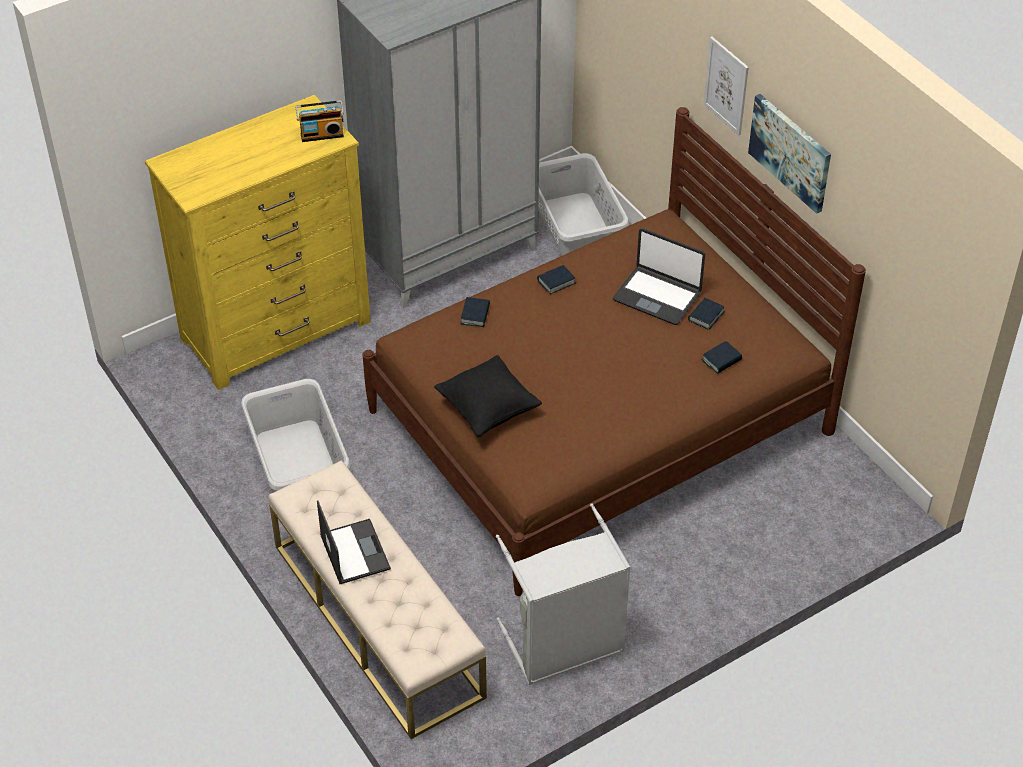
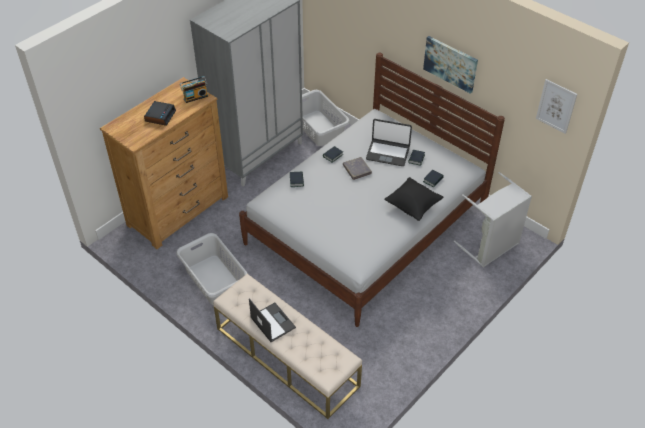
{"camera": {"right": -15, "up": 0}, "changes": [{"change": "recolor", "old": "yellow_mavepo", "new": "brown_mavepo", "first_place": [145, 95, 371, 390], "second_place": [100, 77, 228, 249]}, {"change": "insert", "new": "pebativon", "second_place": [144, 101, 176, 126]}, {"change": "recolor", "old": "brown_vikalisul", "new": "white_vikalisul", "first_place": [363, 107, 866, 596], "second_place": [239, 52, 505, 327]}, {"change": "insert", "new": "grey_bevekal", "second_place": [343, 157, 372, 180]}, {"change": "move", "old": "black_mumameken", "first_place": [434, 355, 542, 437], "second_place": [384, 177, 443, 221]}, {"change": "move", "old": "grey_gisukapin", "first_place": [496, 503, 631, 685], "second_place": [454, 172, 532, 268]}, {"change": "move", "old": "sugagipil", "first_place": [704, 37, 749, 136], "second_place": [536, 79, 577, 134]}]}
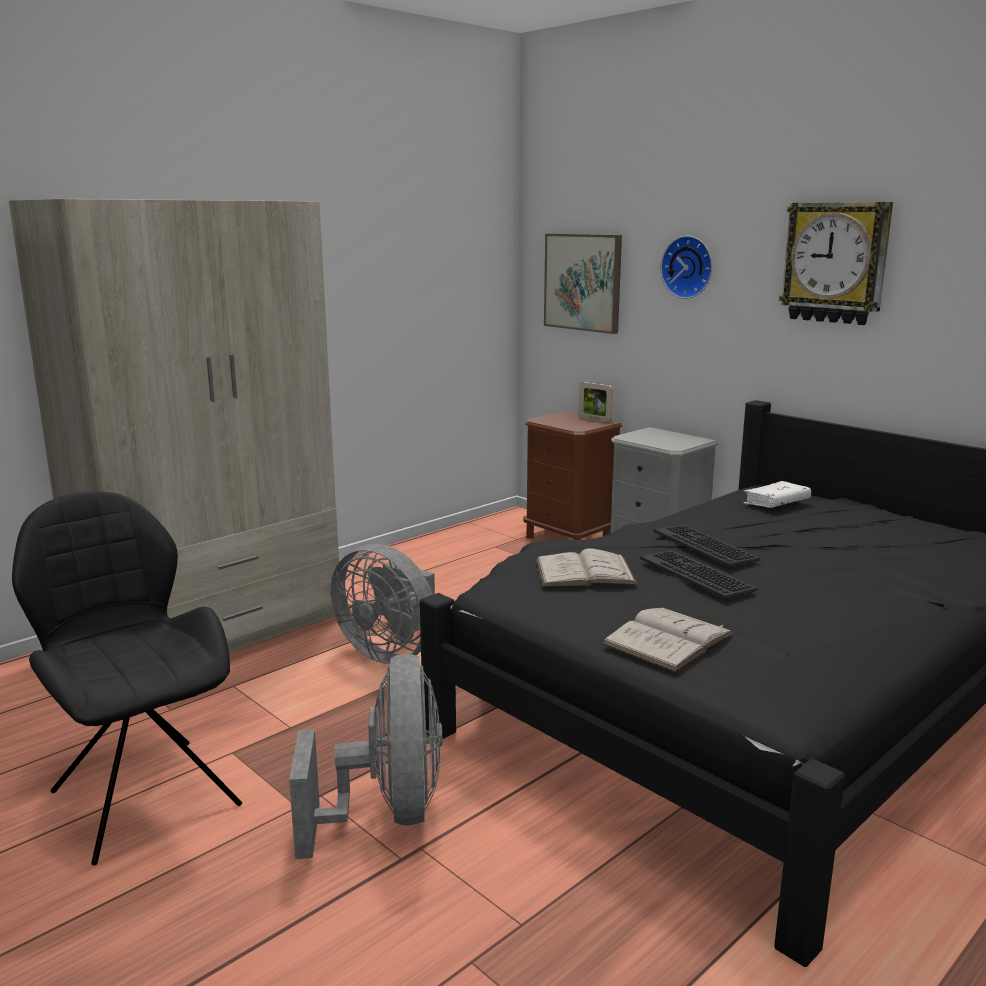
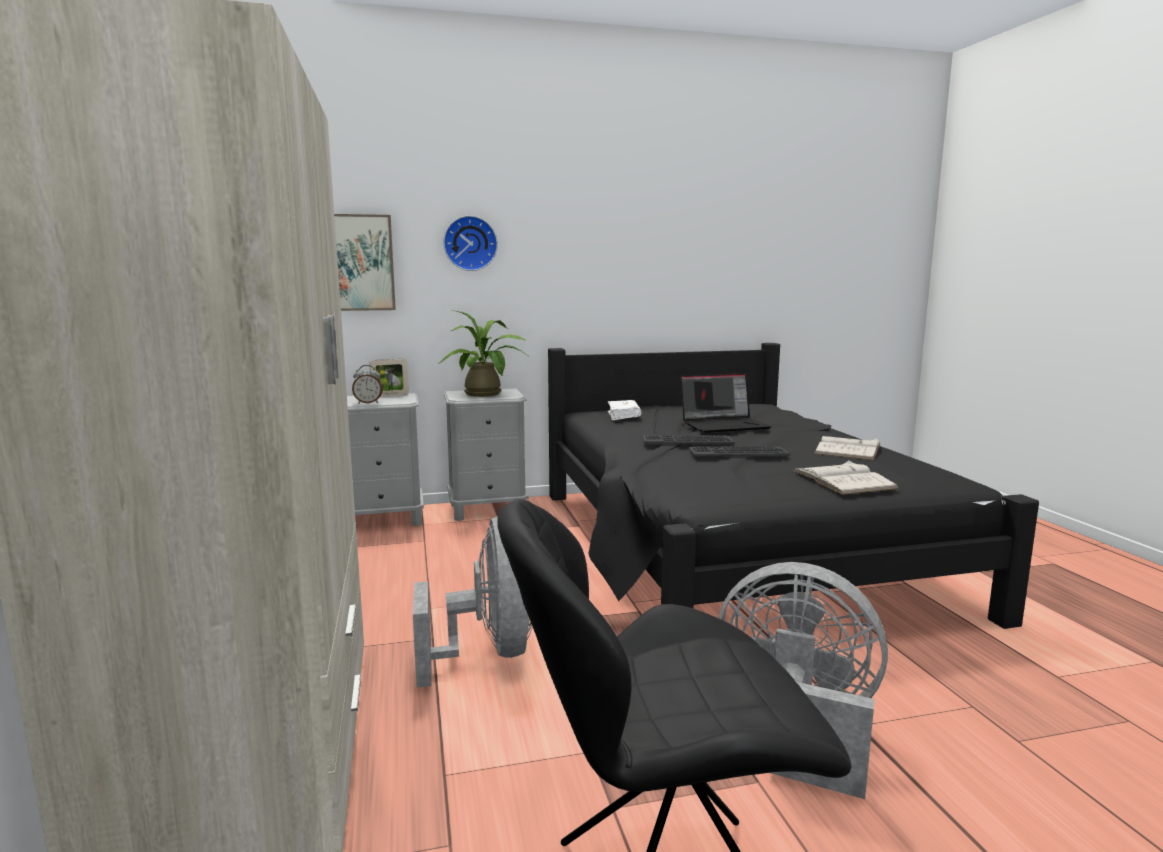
{"camera": {"right": -60, "up": -5}, "changes": [{"change": "recolor", "old": "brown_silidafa", "new": "grey_silidafa", "first_place": [523, 411, 622, 540], "second_place": [347, 393, 424, 526]}, {"change": "insert", "new": "pebativon", "second_place": [352, 365, 383, 403]}, {"change": "rotate", "old": "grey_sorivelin", "first_place": [330, 544, 435, 664], "second_place": [413, 516, 533, 688], "degrees": -75}, {"change": "insert", "new": "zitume", "second_place": [438, 310, 528, 397]}, {"change": "insert", "new": "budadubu", "second_place": [680, 373, 772, 433]}, {"change": "move", "old": "white_bevekal", "first_place": [536, 548, 638, 587], "second_place": [814, 436, 881, 460]}, {"change": "delete", "old": "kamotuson", "first_place": [779, 202, 893, 325]}]}
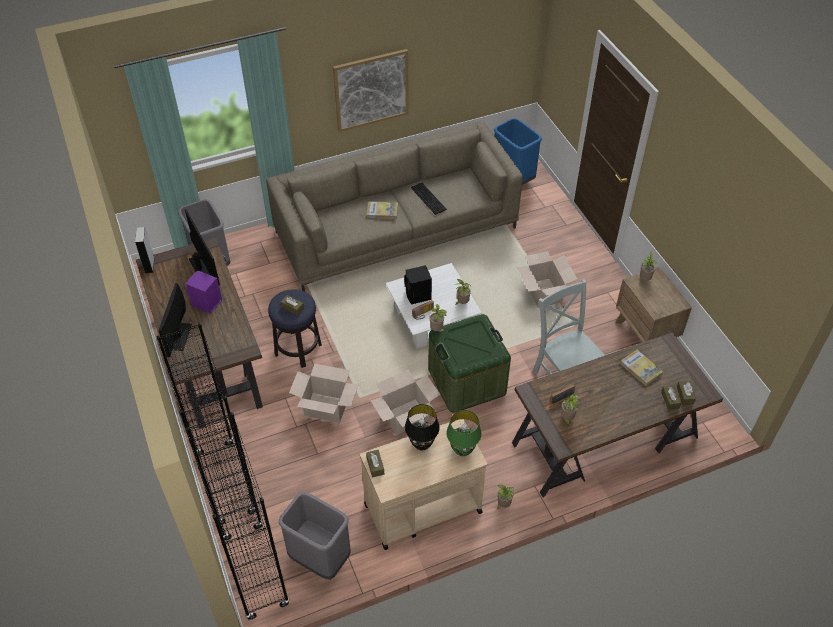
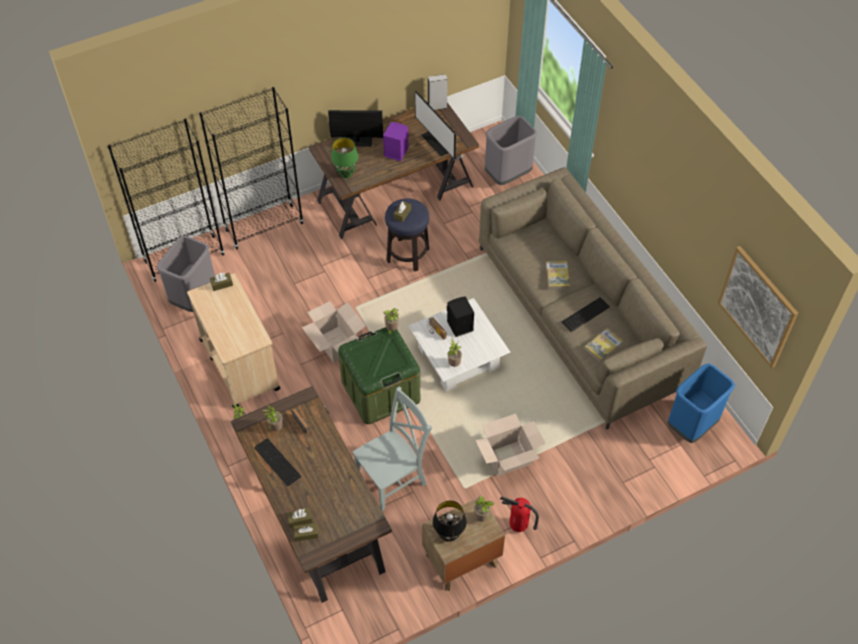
{"camera": {"right": 85, "up": 5}, "changes": [{"change": "insert", "new": "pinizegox", "second_place": [254, 438, 301, 486]}, {"change": "move", "old": "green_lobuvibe", "first_place": [446, 410, 482, 456], "second_place": [331, 138, 359, 178]}, {"change": "rotate", "old": "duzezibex", "first_place": [185, 209, 220, 285], "second_place": [415, 91, 456, 159], "degrees": 90}, {"change": "move", "old": "black_lobuvibe", "first_place": [405, 404, 440, 451], "second_place": [433, 501, 467, 542]}, {"change": "insert", "new": "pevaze", "second_place": [500, 496, 539, 532]}, {"change": "move", "old": "bevekal", "first_place": [620, 350, 663, 386], "second_place": [584, 328, 623, 362]}, {"change": "move", "old": "sugagipil", "first_place": [333, 49, 409, 132], "second_place": [718, 246, 798, 368]}, {"change": "delete", "old": "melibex", "first_place": [289, 363, 359, 423]}]}
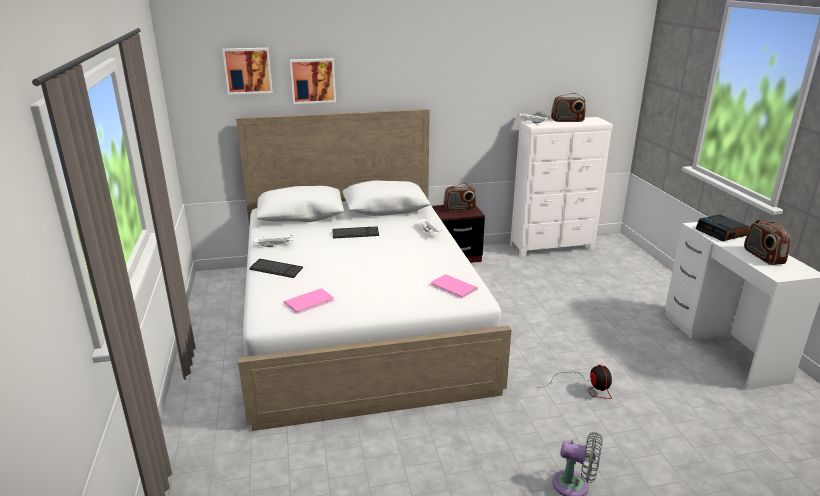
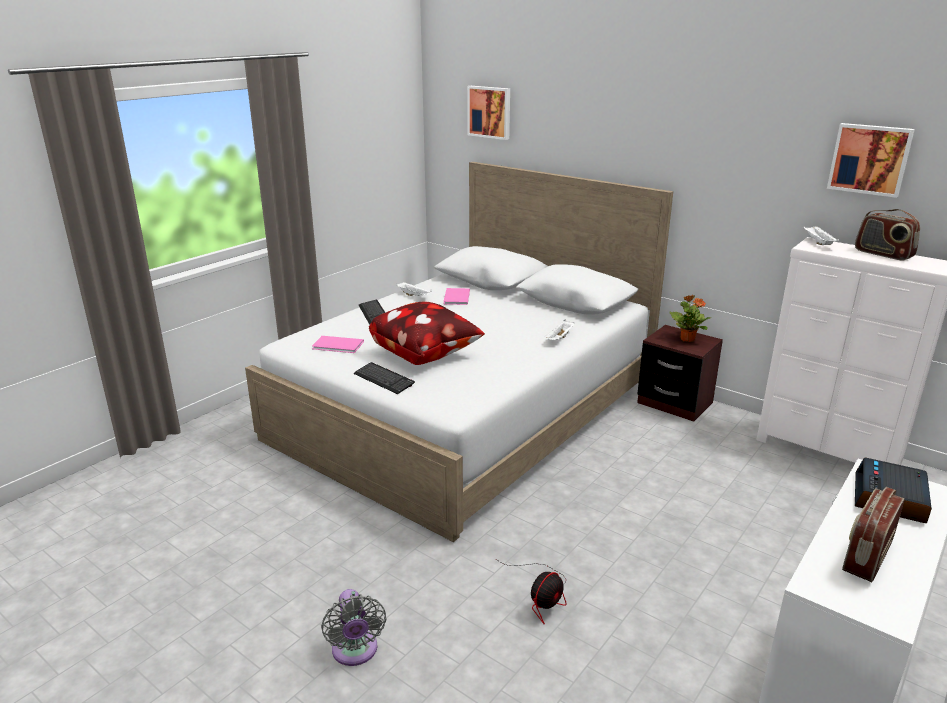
{"camera": {"right": 50, "up": 0}, "changes": [{"change": "move", "old": "pinizegox", "first_place": [332, 226, 379, 239], "second_place": [354, 362, 415, 394]}, {"change": "insert", "new": "mumameken", "second_place": [369, 302, 485, 365]}, {"change": "move", "old": "pink_bevekal", "first_place": [430, 274, 478, 299], "second_place": [443, 288, 470, 305]}, {"change": "replace", "old": "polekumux", "new": "zitume", "first_place": [444, 183, 476, 211], "second_place": [669, 295, 711, 342]}, {"change": "move", "old": "sugagipil", "first_place": [290, 58, 336, 104], "second_place": [827, 123, 915, 198]}]}
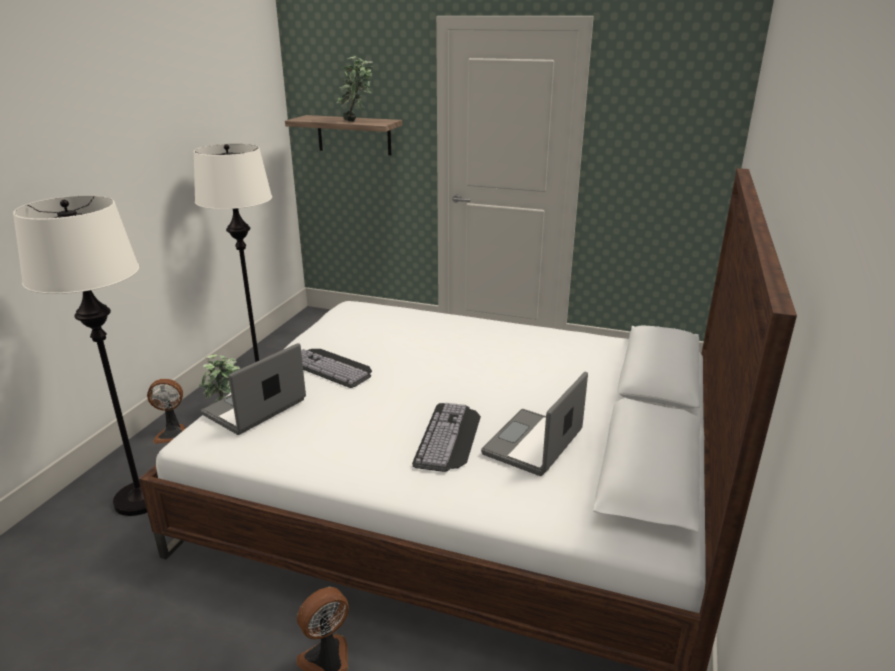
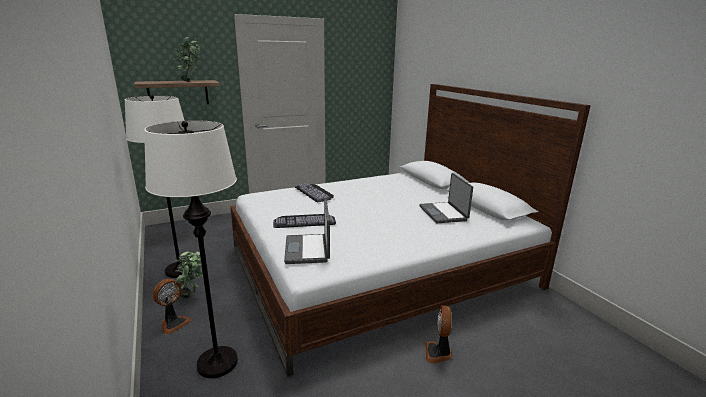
{"camera": {"right": -45, "up": -5}, "changes": [{"change": "move", "old": "pinizegox", "first_place": [412, 403, 481, 472], "second_place": [295, 183, 334, 202]}]}
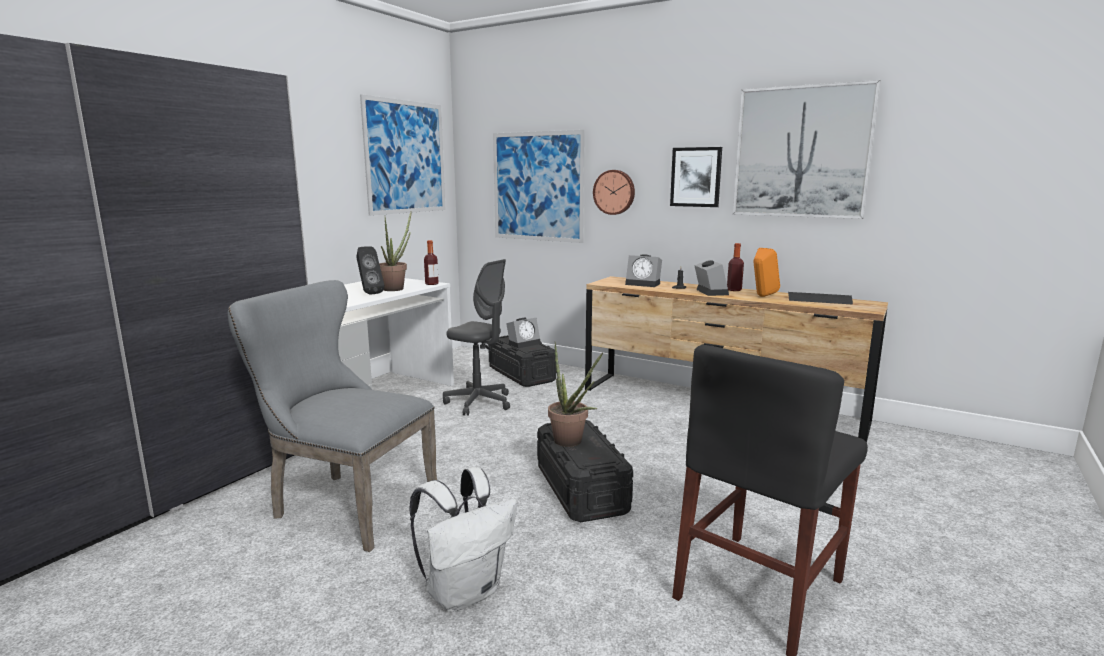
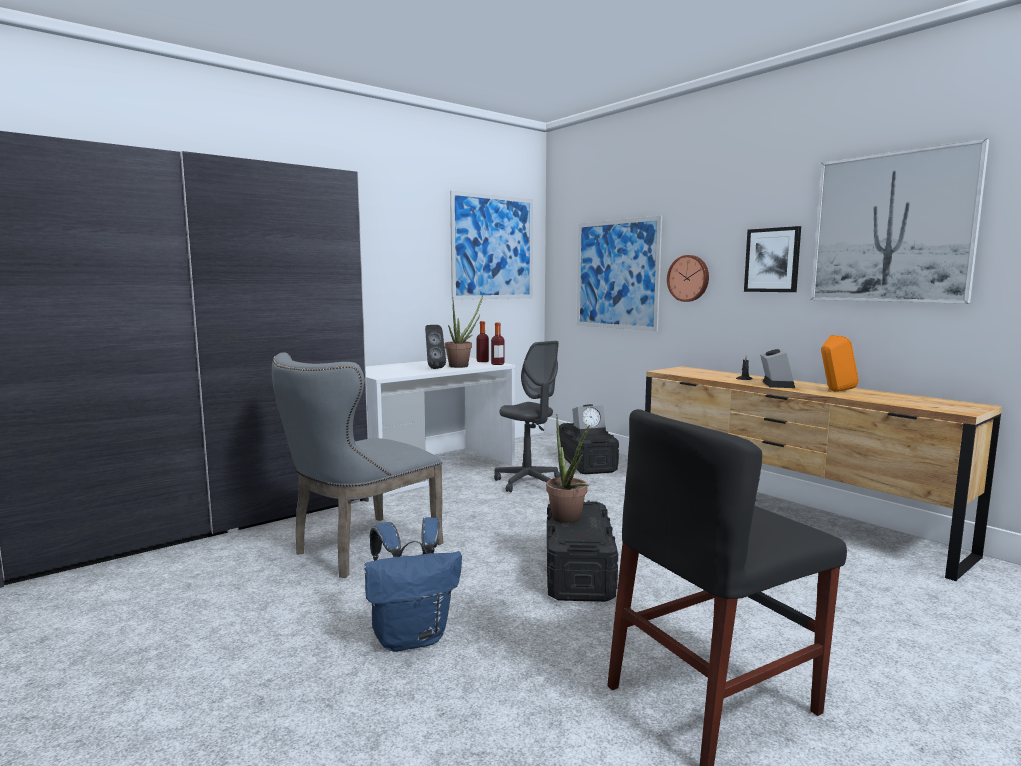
{"camera": {"right": 20, "up": -5}, "changes": [{"change": "rotate", "old": "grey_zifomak", "first_place": [228, 280, 437, 552], "second_place": [272, 352, 444, 578], "degrees": -90}, {"change": "recolor", "old": "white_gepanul", "new": "blue_gepanul", "first_place": [410, 467, 517, 612], "second_place": [365, 517, 462, 652]}, {"change": "move", "old": "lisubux", "first_place": [727, 243, 744, 291], "second_place": [476, 321, 489, 362]}, {"change": "delete", "old": "pebativon", "first_place": [625, 254, 662, 287]}, {"change": "delete", "old": "pinizegox", "first_place": [788, 292, 853, 304]}]}
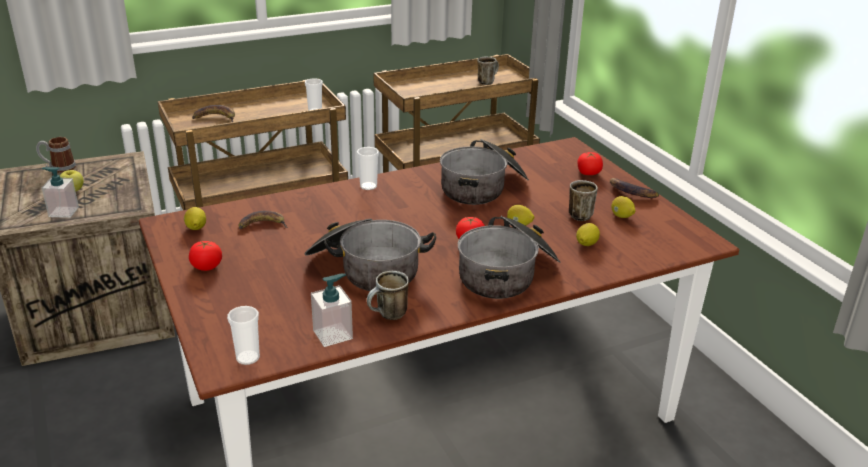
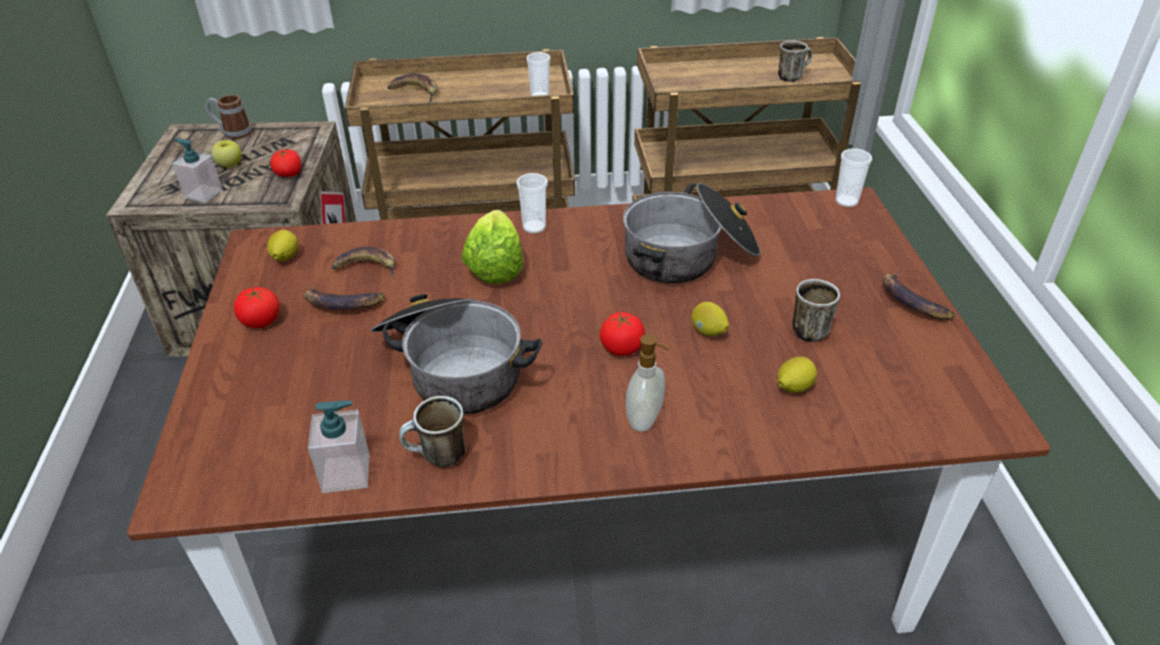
{"camera": {"right": 20, "up": 10}, "changes": [{"change": "move", "old": "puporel", "first_place": [577, 152, 603, 175], "second_place": [270, 150, 301, 177]}, {"change": "insert", "new": "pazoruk", "second_place": [304, 287, 384, 310]}, {"change": "insert", "new": "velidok", "second_place": [461, 210, 524, 284]}, {"change": "replace", "old": "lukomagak", "new": "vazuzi", "first_place": [458, 216, 560, 299], "second_place": [626, 334, 669, 432]}, {"change": "move", "old": "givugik", "first_place": [227, 306, 260, 365], "second_place": [836, 148, 872, 207]}, {"change": "delete", "old": "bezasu", "first_place": [611, 196, 636, 218]}]}
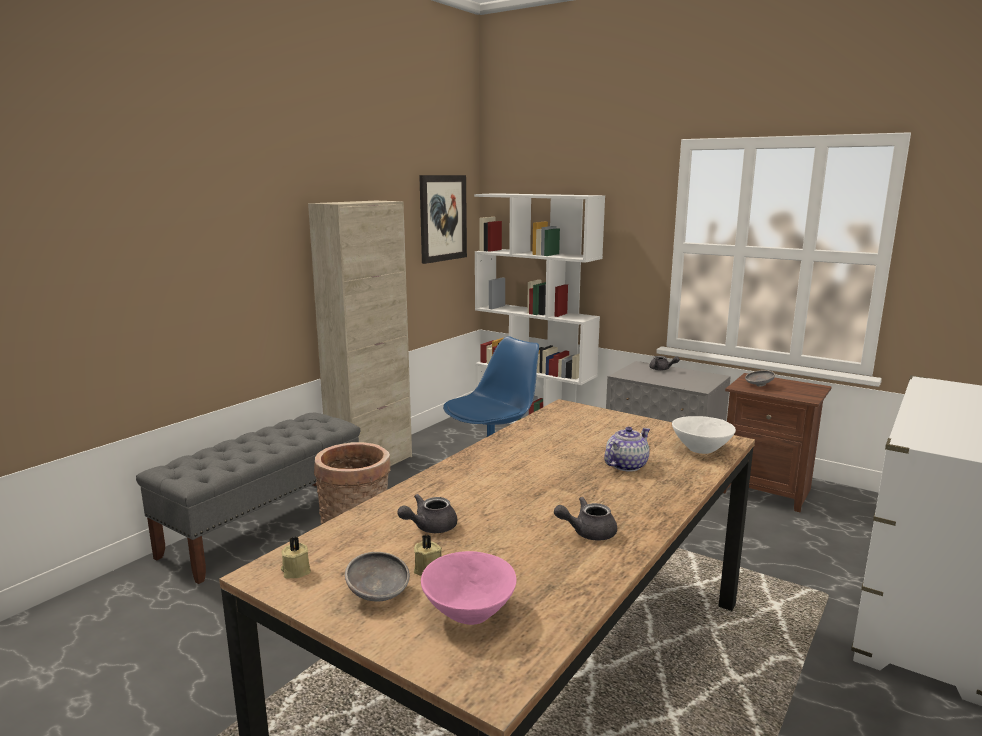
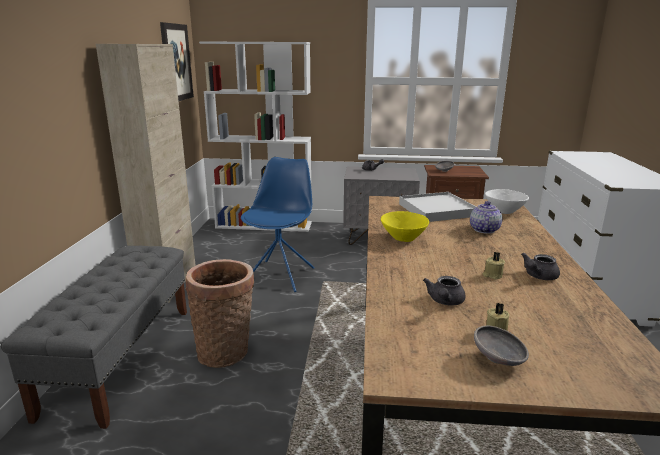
{"camera": {"right": -30, "up": 5}, "changes": [{"change": "insert", "new": "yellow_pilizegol", "second_place": [381, 211, 429, 242]}, {"change": "insert", "new": "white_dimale", "second_place": [399, 192, 476, 222]}, {"change": "move", "old": "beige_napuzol", "first_place": [281, 537, 311, 579], "second_place": [483, 252, 505, 279]}, {"change": "delete", "old": "pink_pilizegol", "first_place": [421, 551, 516, 625]}]}
